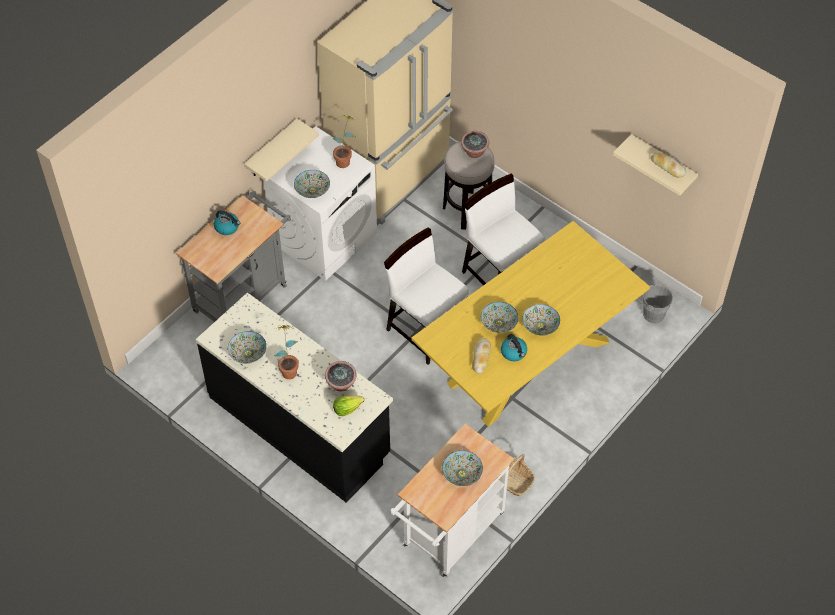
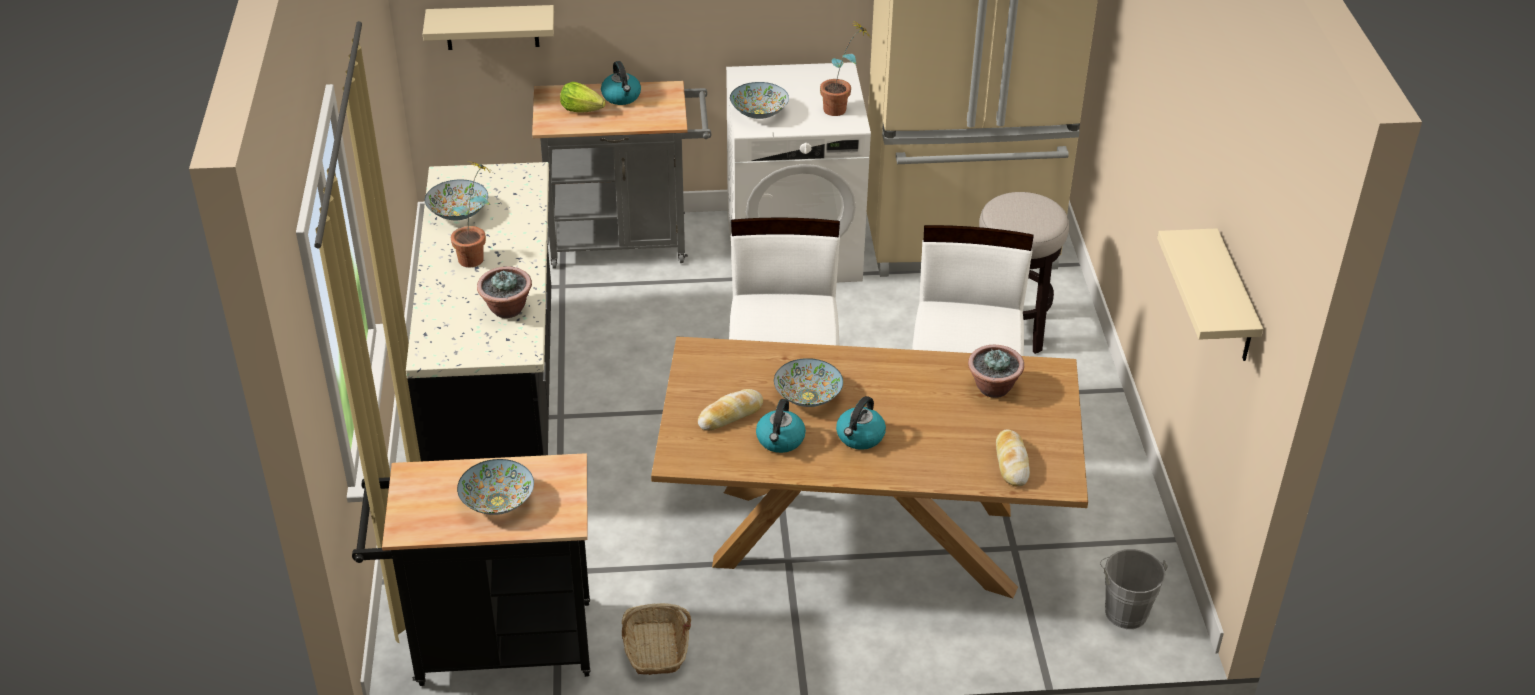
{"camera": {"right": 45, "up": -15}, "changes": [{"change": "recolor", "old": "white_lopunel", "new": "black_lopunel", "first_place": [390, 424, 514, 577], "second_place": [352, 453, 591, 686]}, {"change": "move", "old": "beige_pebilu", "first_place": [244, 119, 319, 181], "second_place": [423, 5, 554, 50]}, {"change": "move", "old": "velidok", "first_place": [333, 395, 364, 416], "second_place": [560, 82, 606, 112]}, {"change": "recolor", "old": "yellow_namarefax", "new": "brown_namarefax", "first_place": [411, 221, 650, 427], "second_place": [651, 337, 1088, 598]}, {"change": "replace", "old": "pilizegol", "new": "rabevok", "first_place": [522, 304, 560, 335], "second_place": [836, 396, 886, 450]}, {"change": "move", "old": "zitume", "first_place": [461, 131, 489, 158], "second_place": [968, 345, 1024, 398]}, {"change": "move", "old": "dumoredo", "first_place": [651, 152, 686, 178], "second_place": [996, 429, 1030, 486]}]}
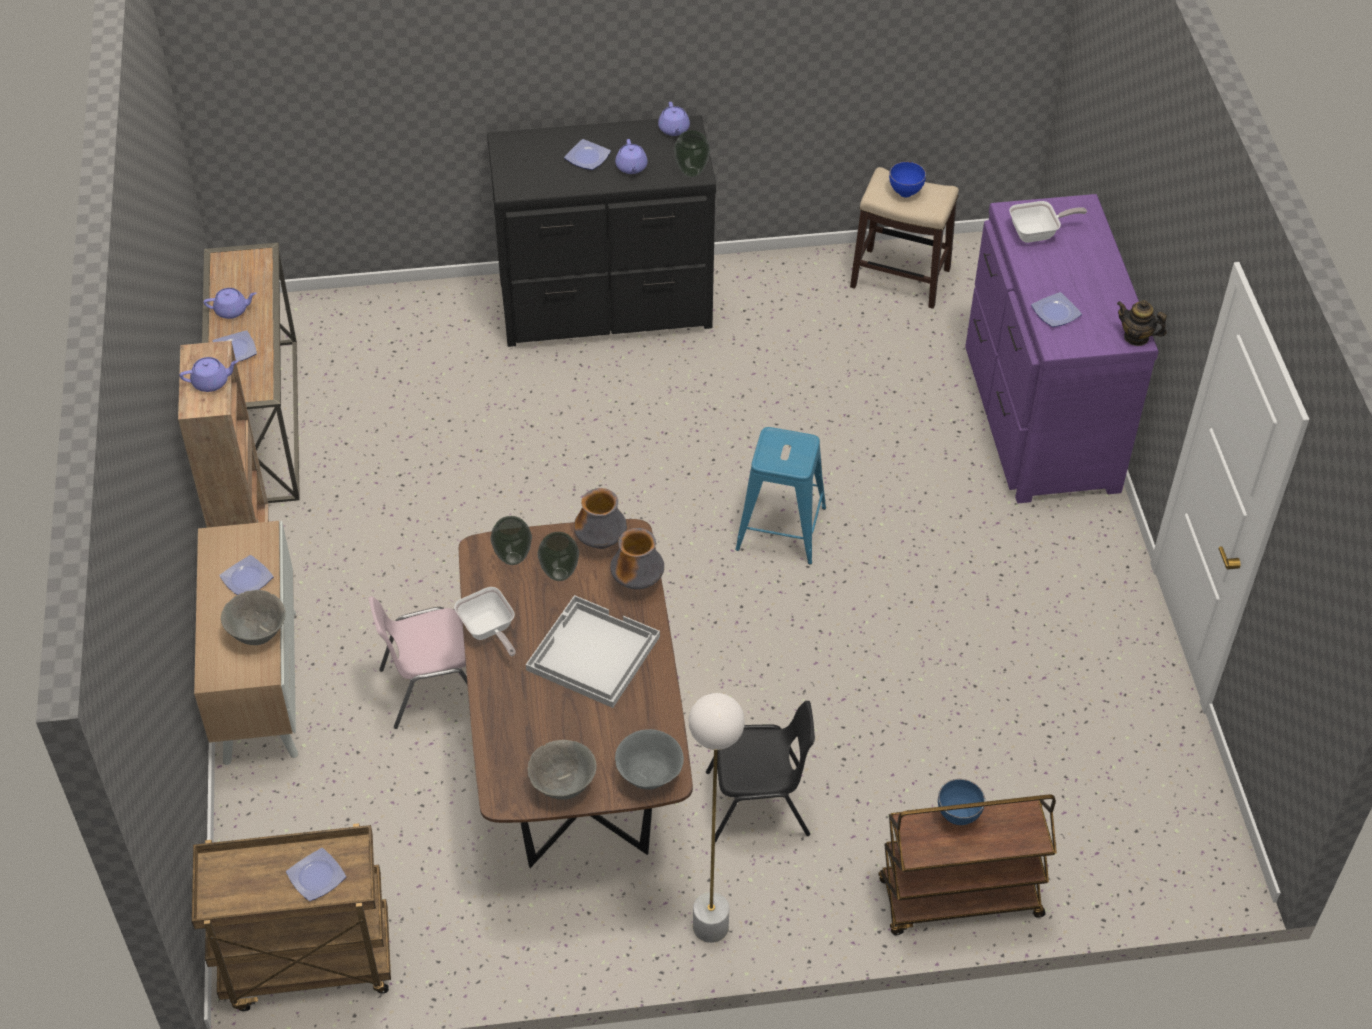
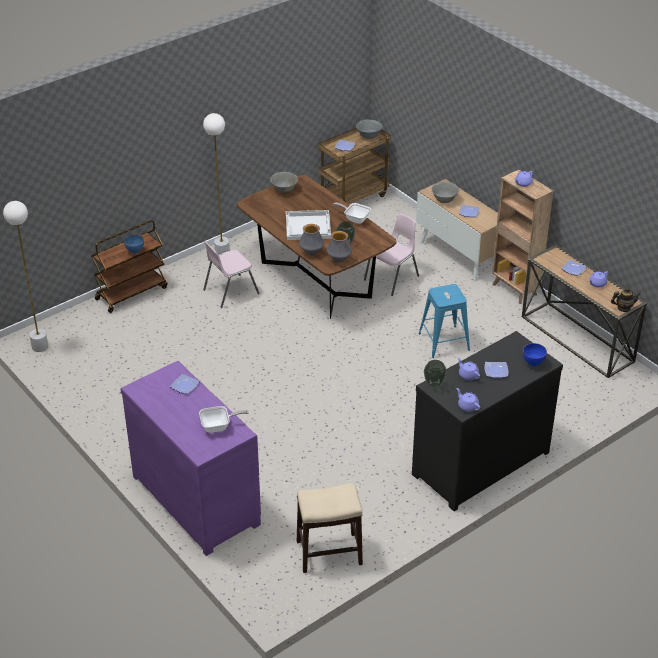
{"camera": {"right": 150, "up": -10}, "changes": [{"change": "insert", "new": "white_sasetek", "second_place": [3, 201, 48, 352]}, {"change": "rotate", "old": "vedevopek", "first_place": [1009, 201, 1087, 243], "second_place": [199, 406, 249, 433], "degrees": -150}, {"change": "recolor", "old": "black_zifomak", "new": "pink_zifomak", "first_place": [706, 701, 815, 843], "second_place": [203, 241, 260, 308]}, {"change": "move", "old": "grey_pilizegol", "first_place": [615, 729, 684, 790], "second_place": [356, 119, 383, 139]}, {"change": "move", "old": "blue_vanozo", "first_place": [735, 427, 826, 564], "second_place": [418, 284, 470, 358]}, {"change": "move", "old": "blue_pilizegol", "first_place": [889, 161, 926, 198], "second_place": [523, 343, 547, 366]}, {"change": "move", "old": "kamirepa", "first_place": [1117, 300, 1167, 346], "second_place": [611, 288, 641, 312]}, {"change": "delete", "old": "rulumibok", "first_place": [490, 516, 532, 565]}]}
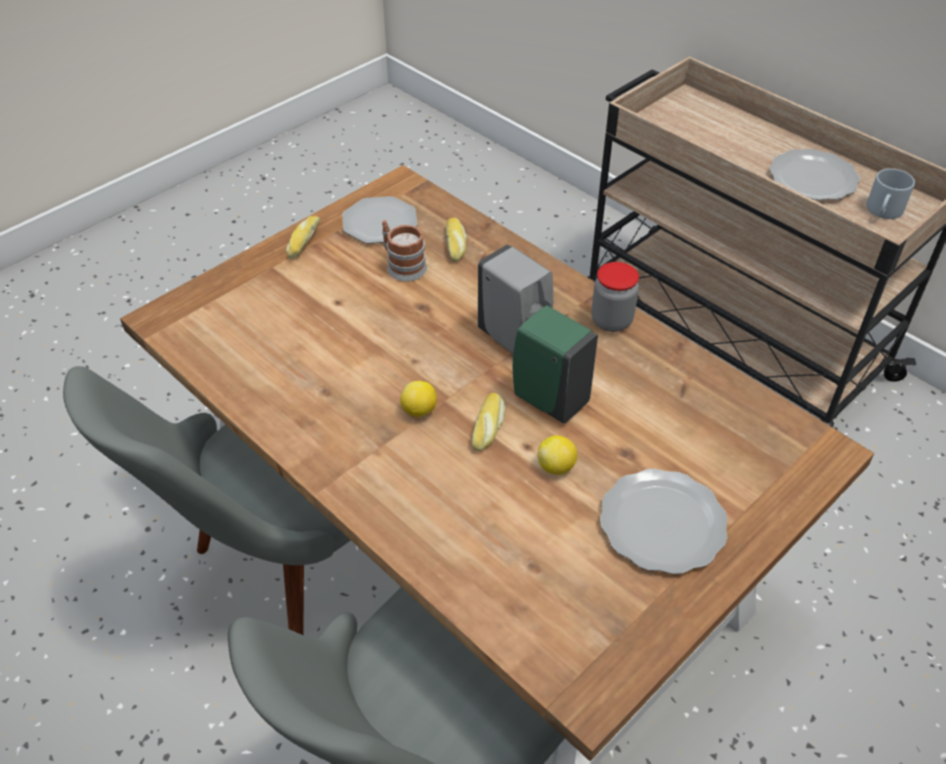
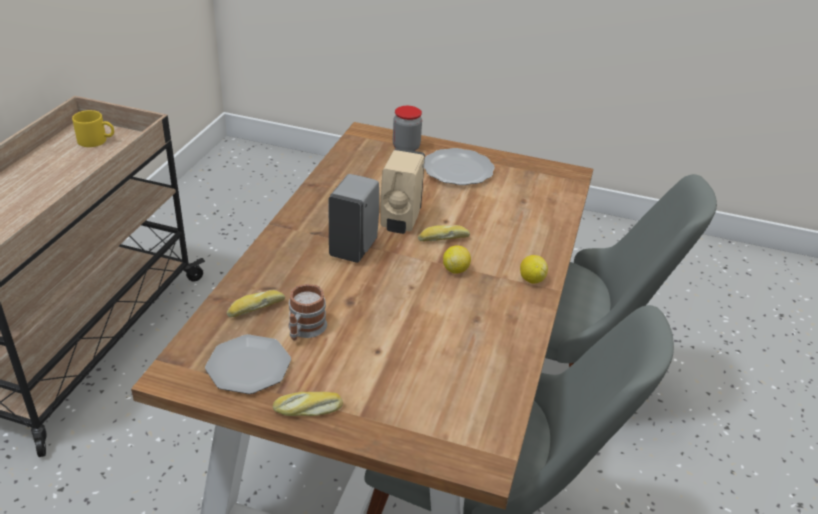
{"camera": {"right": -120, "up": -10}, "changes": [{"change": "recolor", "old": "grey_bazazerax", "new": "yellow_bazazerax", "first_place": [866, 168, 915, 219], "second_place": [72, 110, 114, 147]}, {"change": "recolor", "old": "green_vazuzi", "new": "beige_vazuzi", "first_place": [513, 305, 598, 424], "second_place": [380, 148, 425, 234]}, {"change": "move", "old": "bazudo", "first_place": [591, 262, 639, 332], "second_place": [393, 106, 422, 151]}, {"change": "move", "old": "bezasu", "first_place": [538, 435, 577, 475], "second_place": [520, 255, 548, 284]}, {"change": "delete", "old": "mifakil", "first_place": [769, 149, 860, 200]}]}
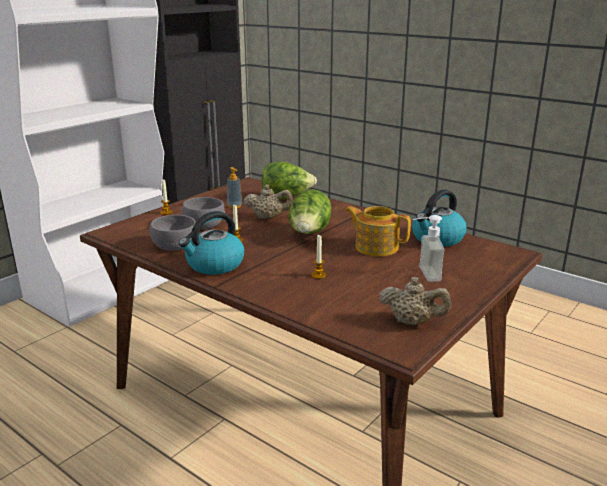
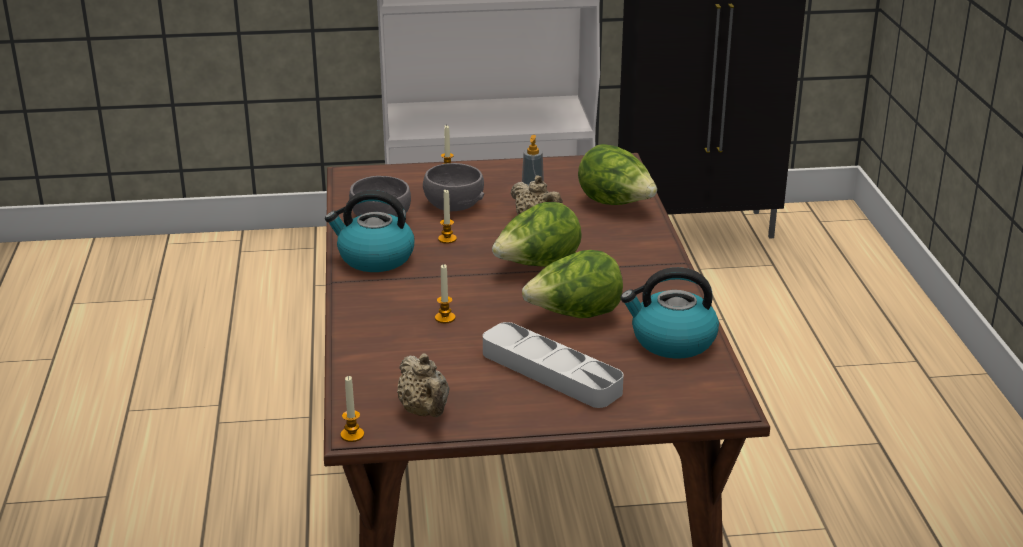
{"camera": {"right": 45, "up": 5}, "changes": [{"change": "insert", "new": "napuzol", "second_place": [340, 376, 364, 442]}, {"change": "replace", "old": "vazuzi", "new": "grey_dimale", "first_place": [413, 215, 445, 282], "second_place": [483, 322, 624, 408]}, {"change": "replace", "old": "kamirepa", "new": "velidok", "first_place": [345, 206, 411, 256], "second_place": [522, 250, 623, 318]}]}
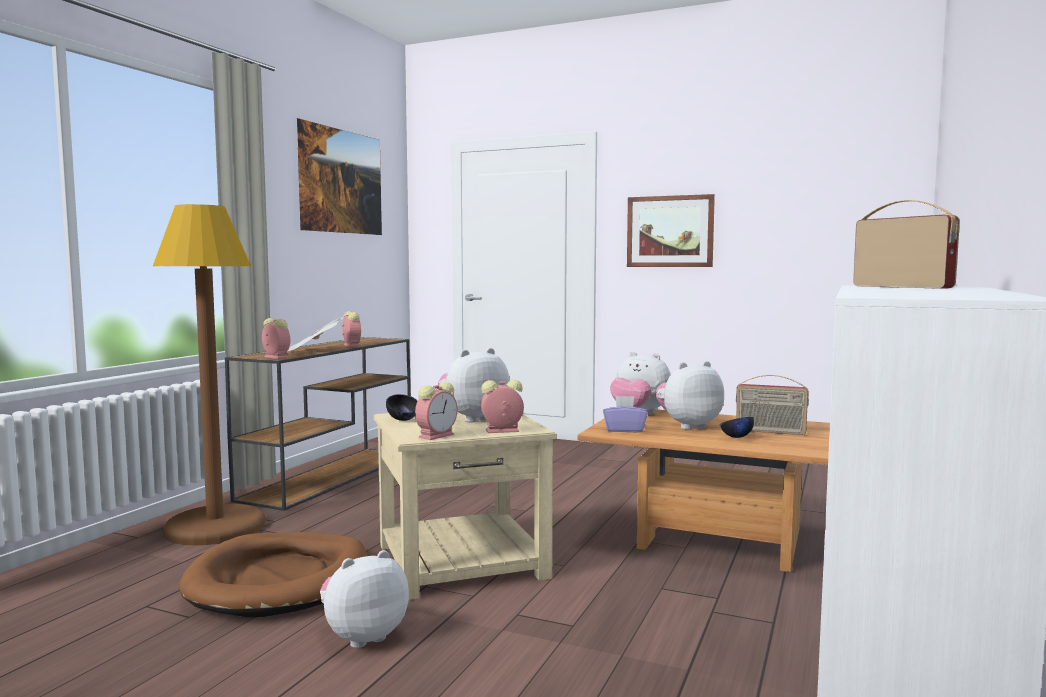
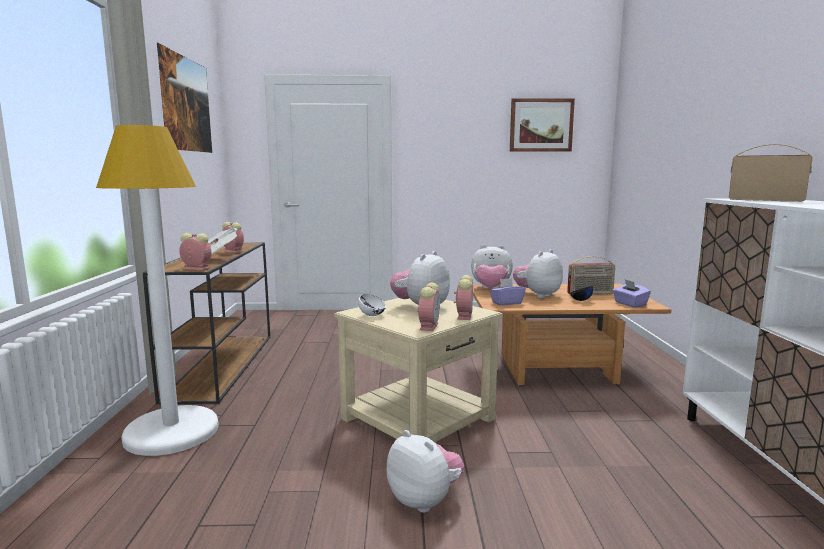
{"camera": {"right": -25, "up": 5}, "changes": [{"change": "recolor", "old": "brown_sasetek", "new": "white_sasetek", "first_place": [153, 204, 265, 546], "second_place": [96, 125, 219, 456]}, {"change": "recolor", "old": "black_pilizegol", "new": "white_pilizegol", "first_place": [386, 394, 418, 421], "second_place": [358, 294, 386, 316]}, {"change": "rotate", "old": "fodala", "first_place": [320, 550, 409, 648], "second_place": [387, 430, 464, 513], "degrees": 105}, {"change": "rotate", "old": "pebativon", "first_place": [481, 380, 524, 433], "second_place": [454, 275, 473, 320], "degrees": 135}, {"change": "move", "old": "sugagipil", "first_place": [627, 194, 715, 267], "second_place": [510, 98, 575, 152]}, {"change": "insert", "new": "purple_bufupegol", "second_place": [612, 280, 651, 308]}, {"change": "delete", "old": "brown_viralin", "first_place": [179, 532, 368, 617]}]}
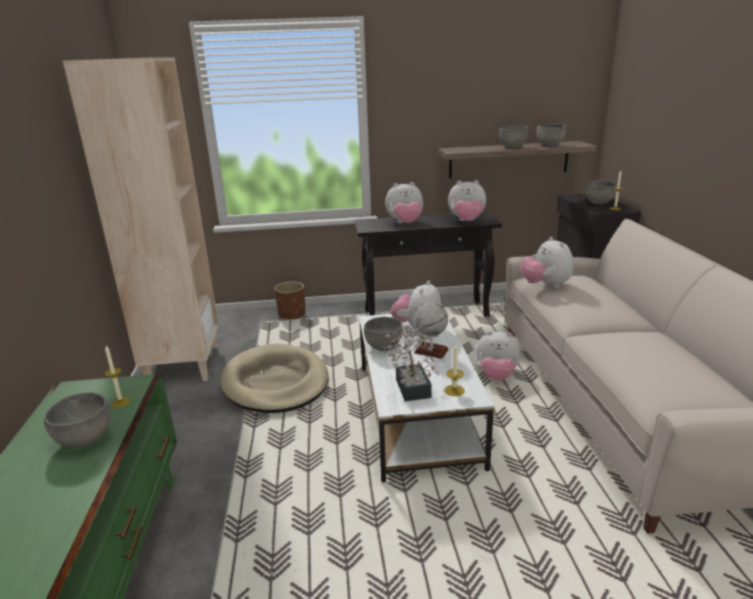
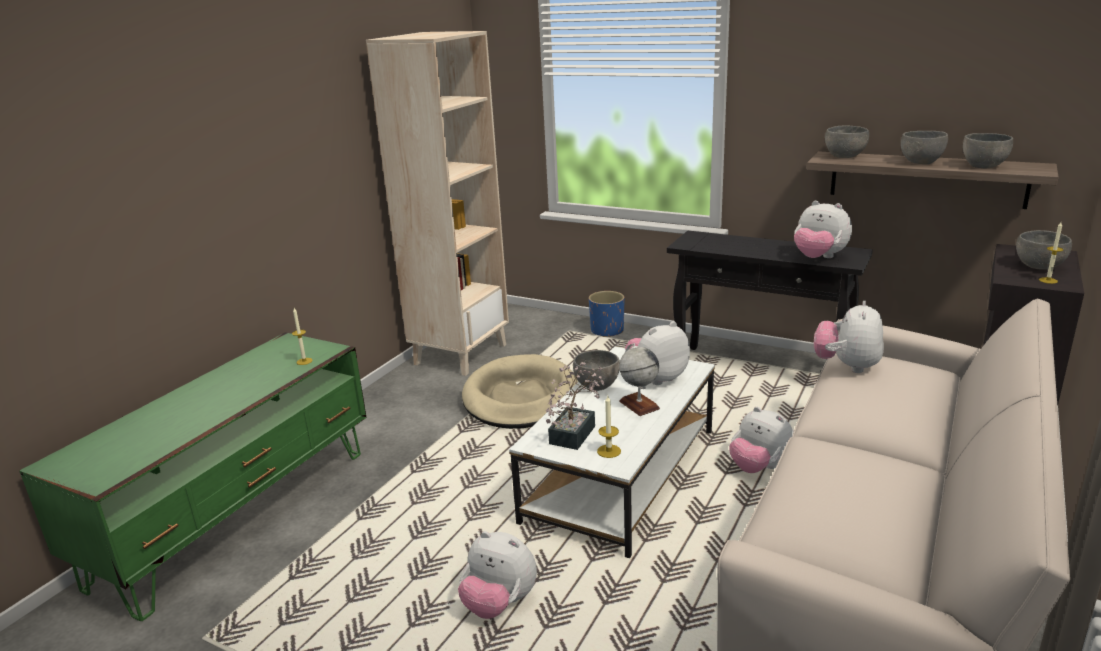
{"camera": {"right": 35, "up": 0}, "changes": [{"change": "move", "old": "fodala", "first_place": [385, 182, 423, 223], "second_place": [458, 531, 537, 619]}, {"change": "recolor", "old": "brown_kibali", "new": "blue_kibali", "first_place": [274, 281, 305, 320], "second_place": [589, 291, 625, 337]}, {"change": "move", "old": "grey_pilizegol", "first_place": [44, 392, 111, 447], "second_place": [825, 125, 869, 158]}]}
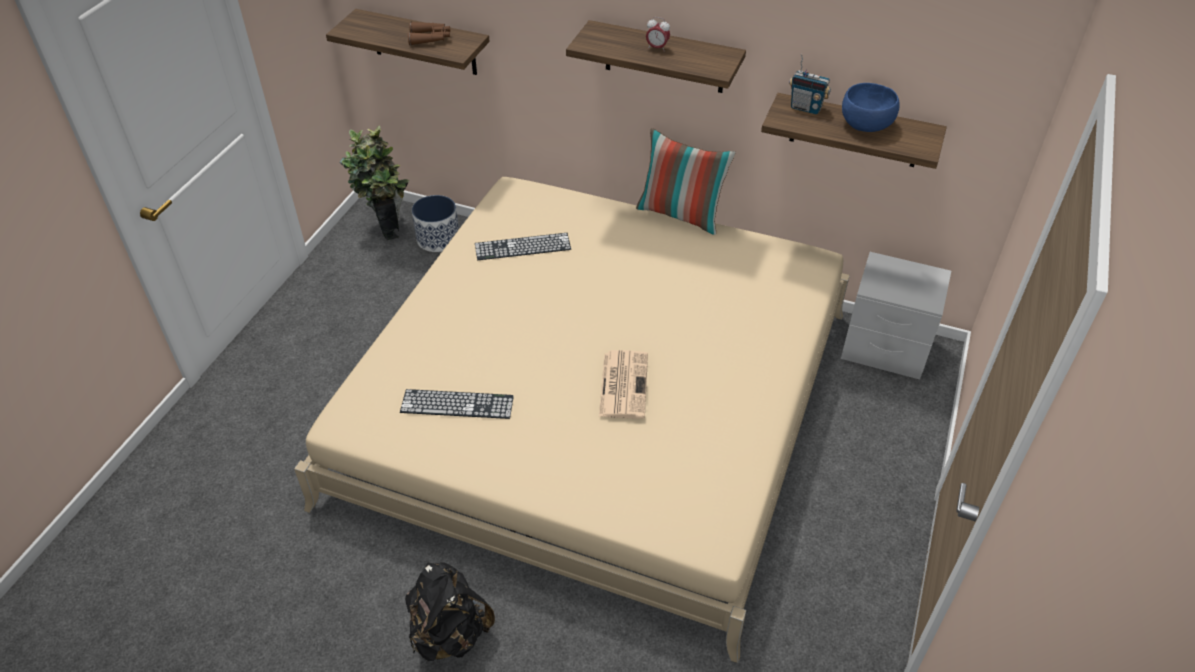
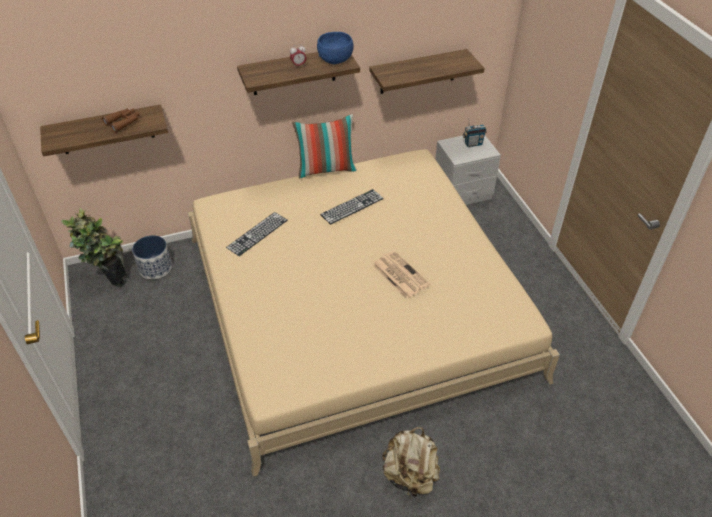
{"camera": {"right": -40, "up": 0}, "changes": [{"change": "move", "old": "blue_pilizegol", "first_place": [842, 83, 900, 132], "second_place": [317, 32, 354, 64]}, {"change": "move", "old": "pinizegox", "first_place": [400, 389, 514, 419], "second_place": [320, 189, 384, 225]}, {"change": "recolor", "old": "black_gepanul", "new": "beige_gepanul", "first_place": [405, 562, 495, 661], "second_place": [382, 427, 440, 497]}, {"change": "move", "old": "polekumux", "first_place": [789, 54, 831, 114], "second_place": [463, 118, 487, 147]}]}
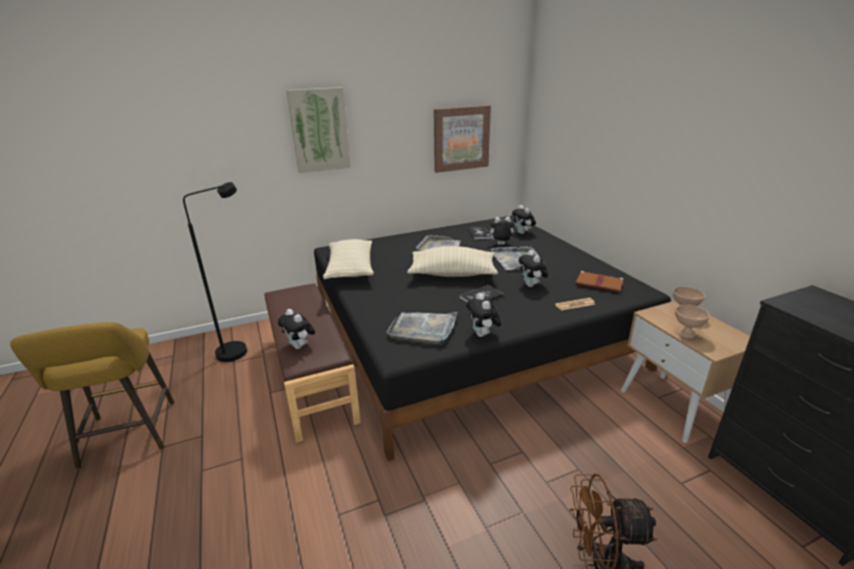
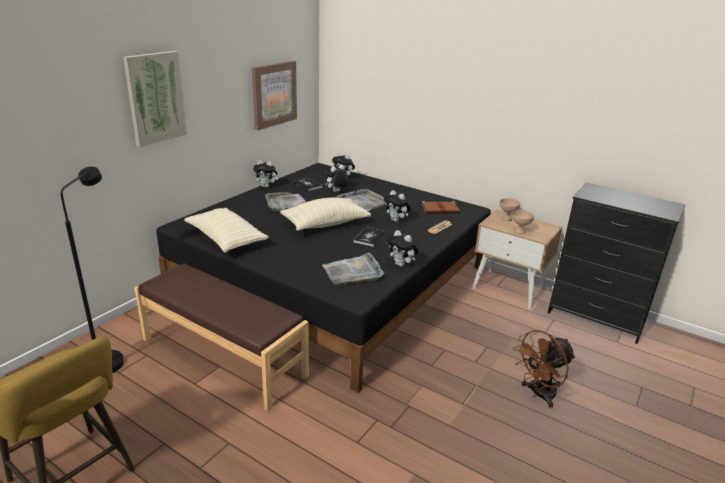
{"camera": {"right": -35, "up": 0}, "changes": [{"change": "move", "old": "fodala", "first_place": [278, 309, 315, 349], "second_place": [253, 160, 278, 188]}]}
